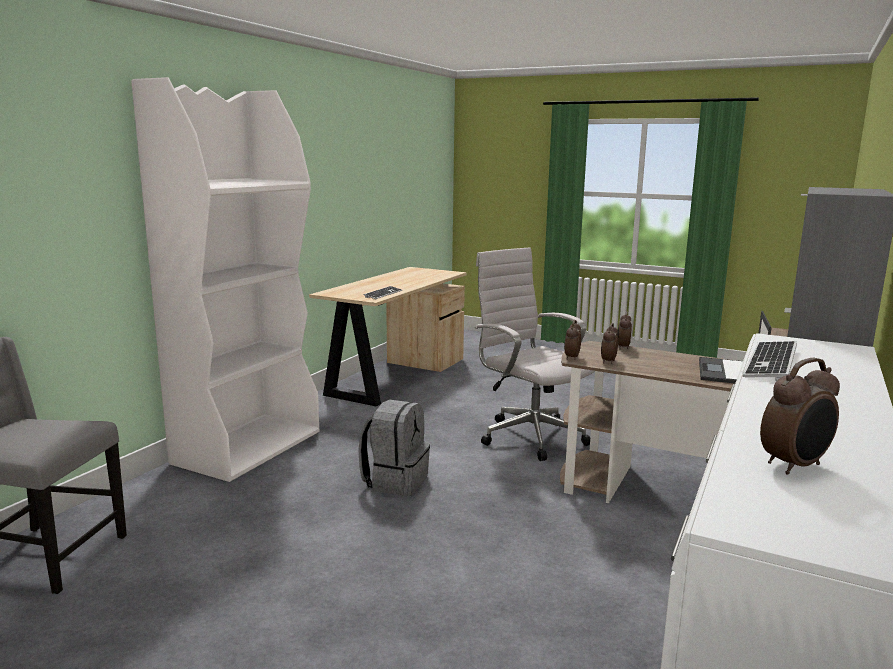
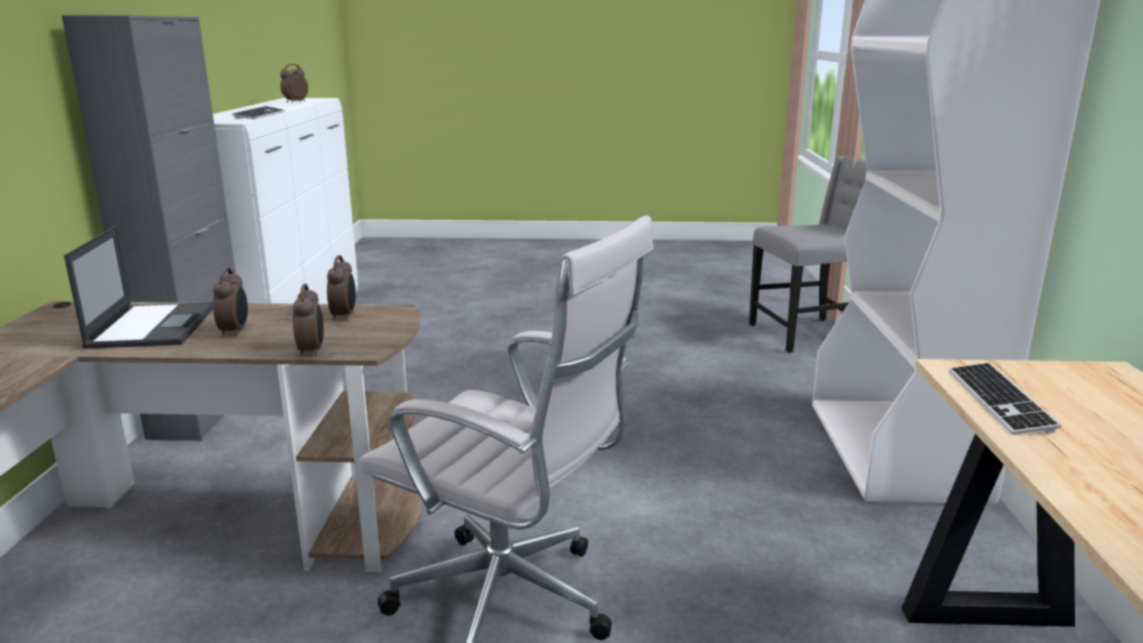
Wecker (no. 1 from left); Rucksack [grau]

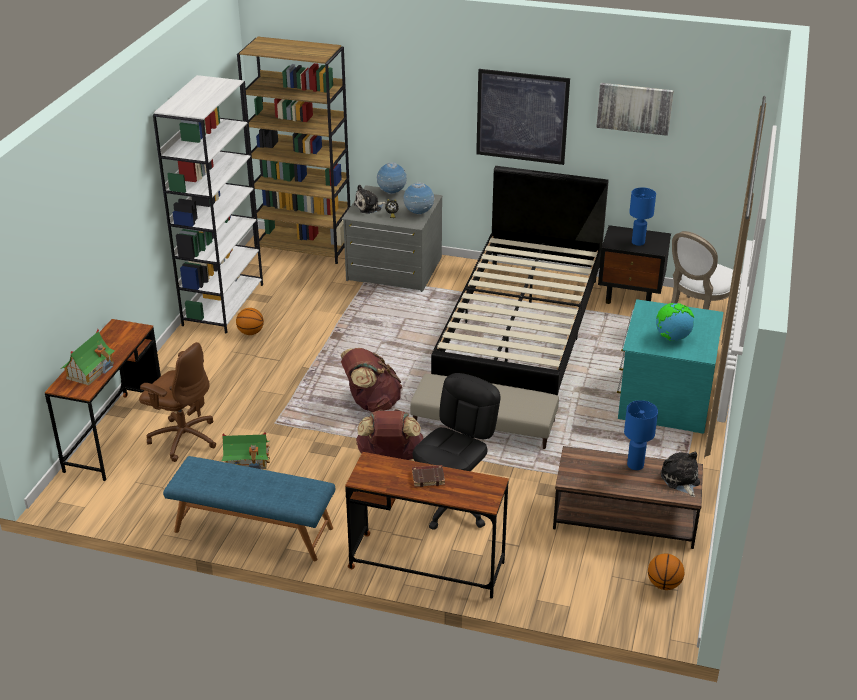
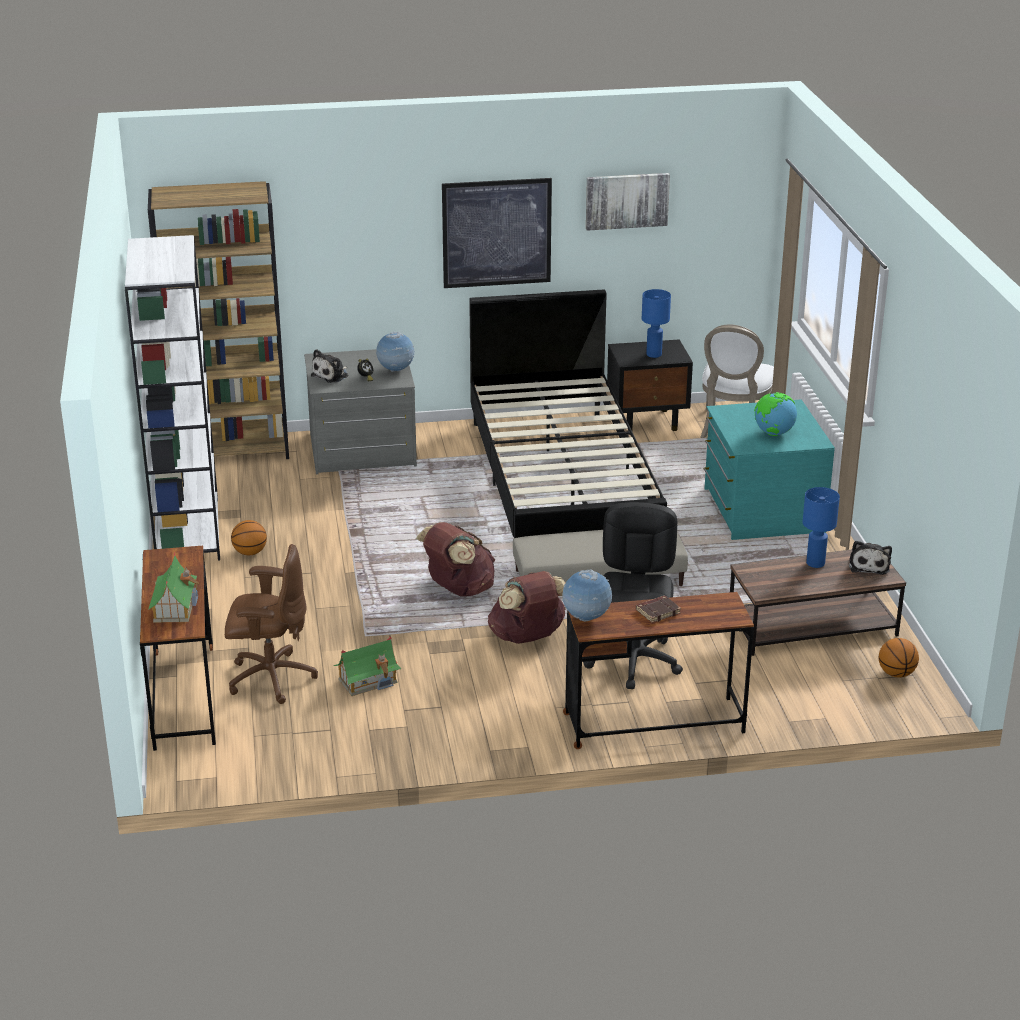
Globus (no. 2 from left); Plüschtier (no. 2 from left); Bank [blau]

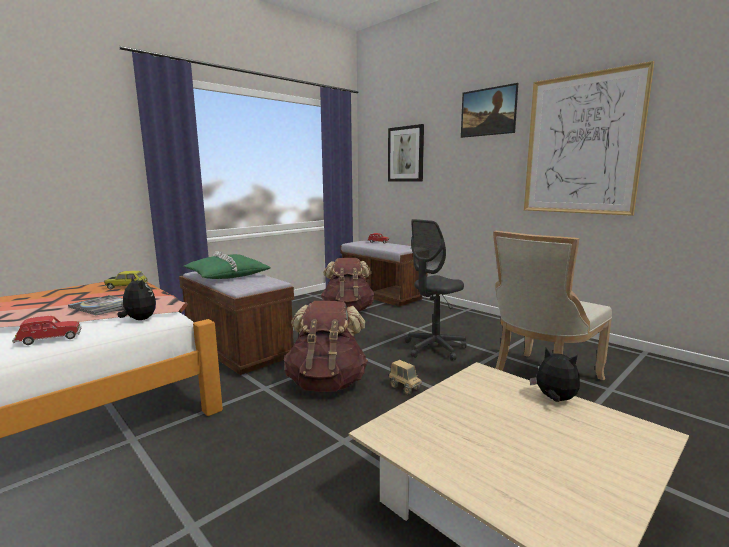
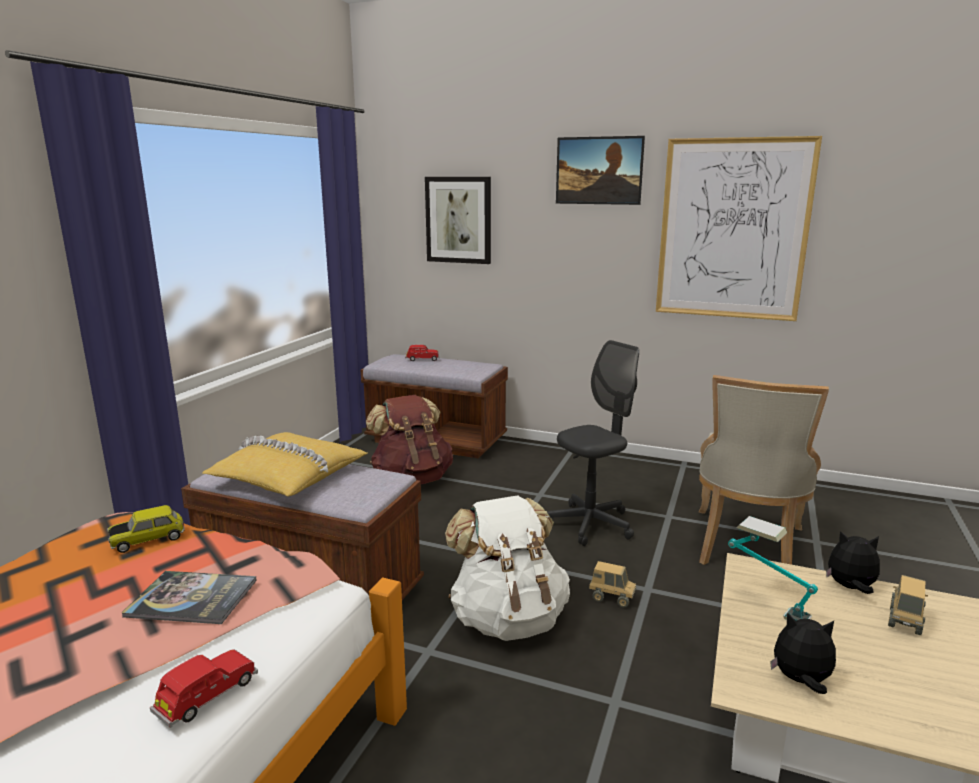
Kissen [gelb]; Rucksack [weiß]; Bürostuhl [grau]; Tischlampe; Plüschtier (no. 1 from left); Spielzeuglaster (no. 2 from left)

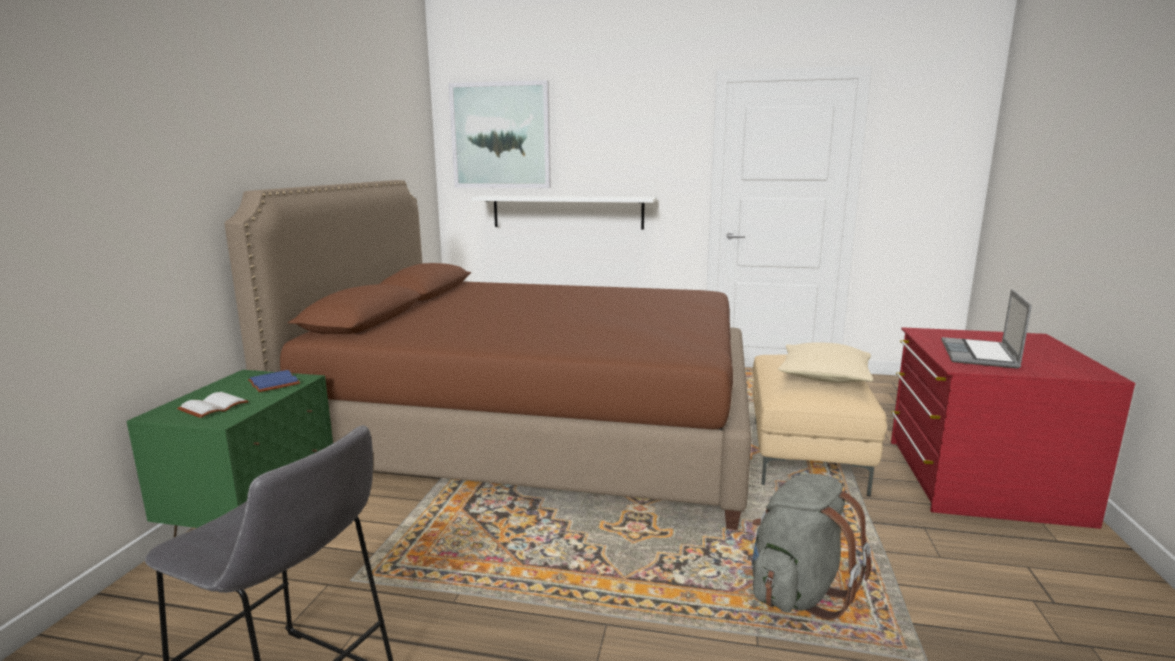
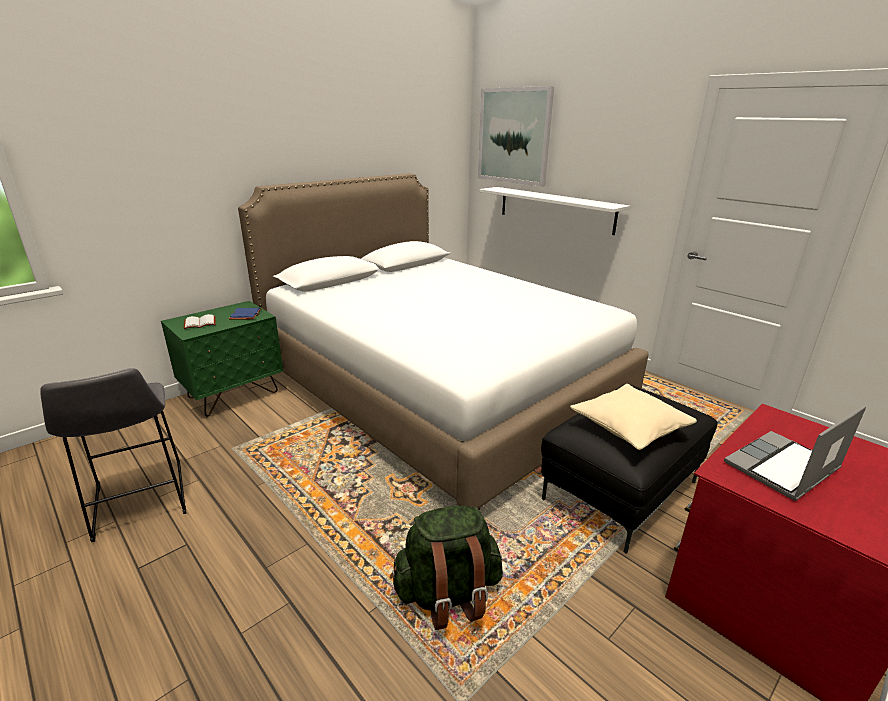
Bett [weiß]; Rucksack [grün]; Polsterhocker [schwarz]

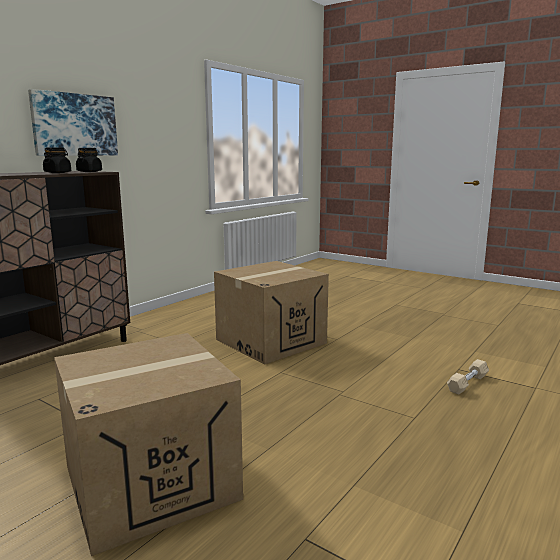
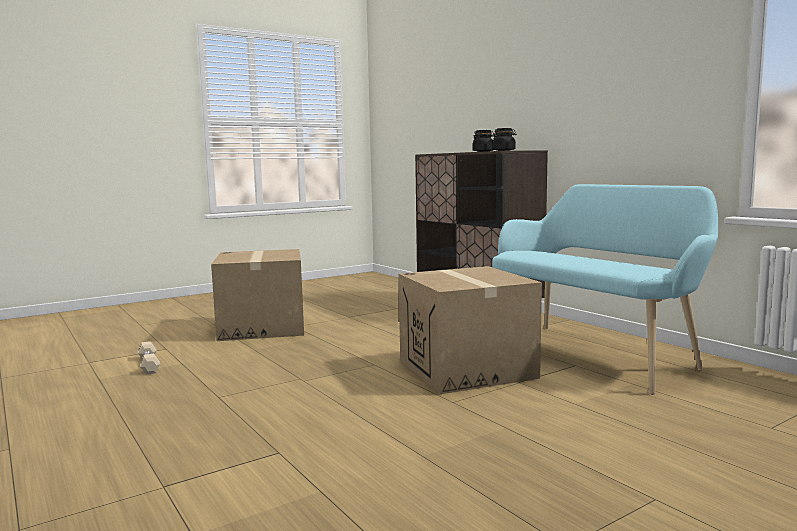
Hantel [beige]; Bank [türkis]; Bild

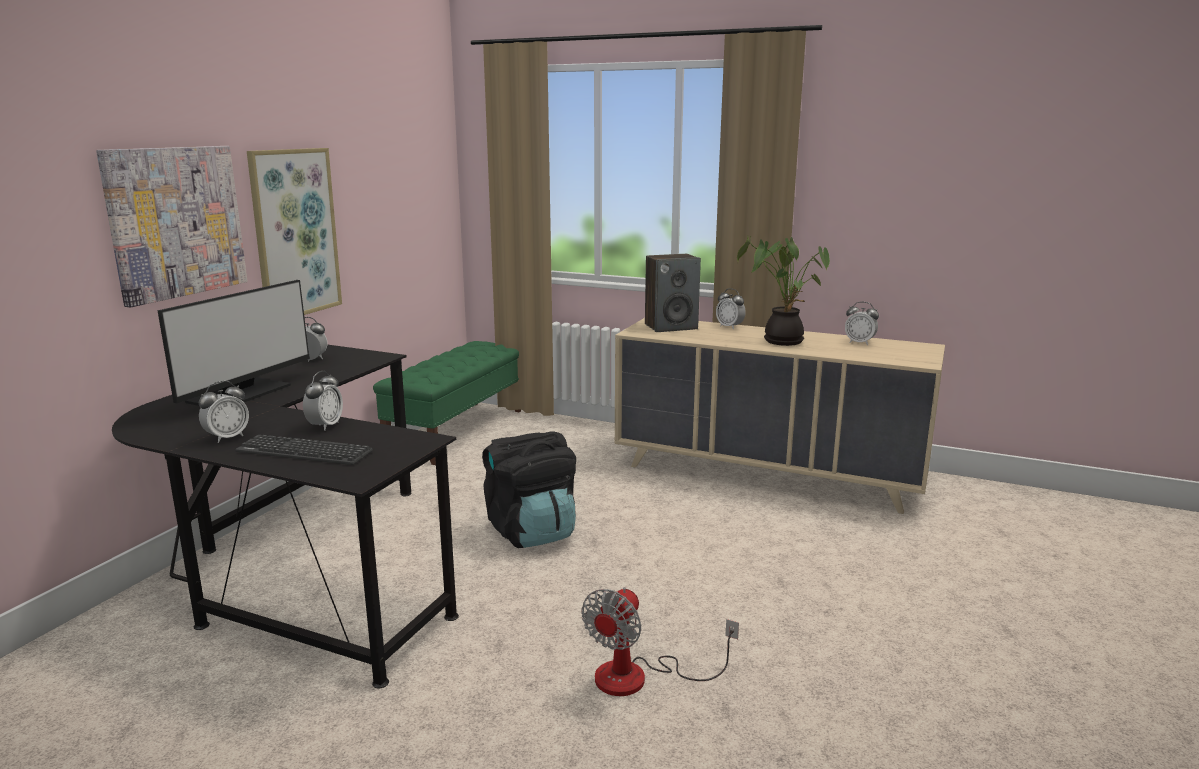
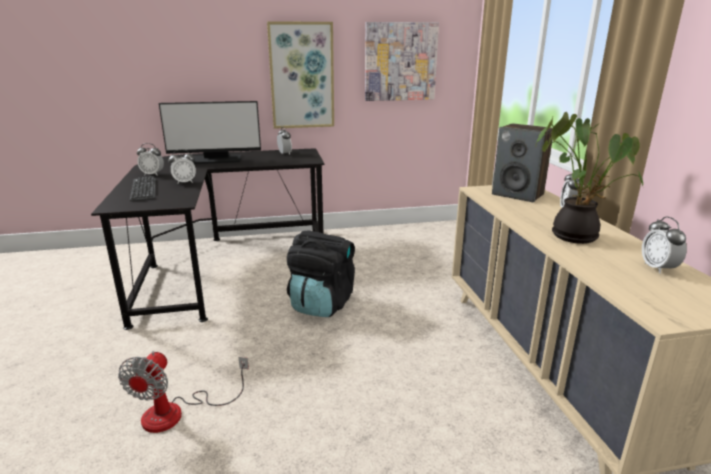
Ventilator; Bild (no. 2 from left); Bank [grün]

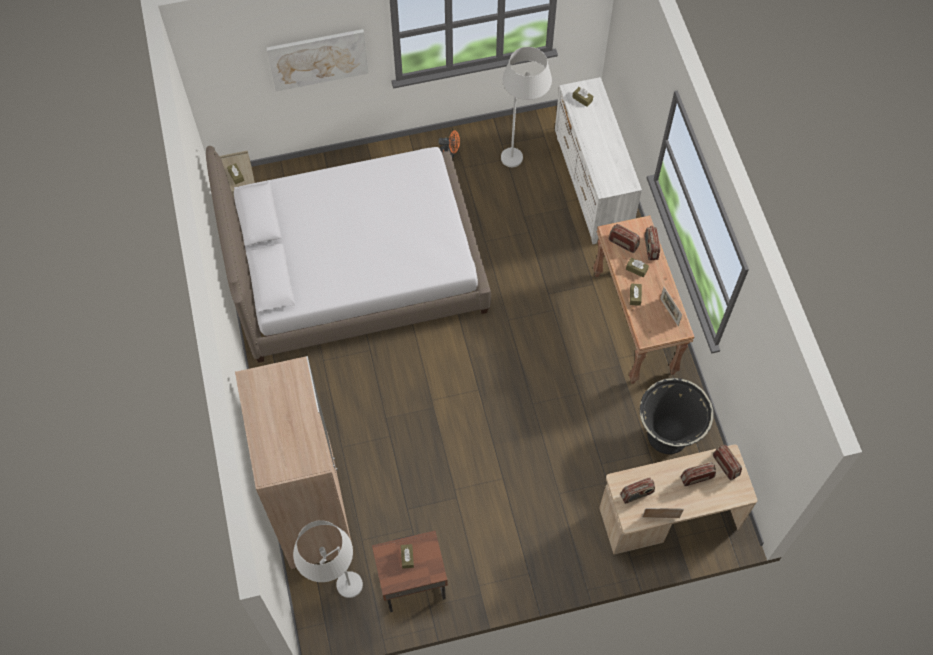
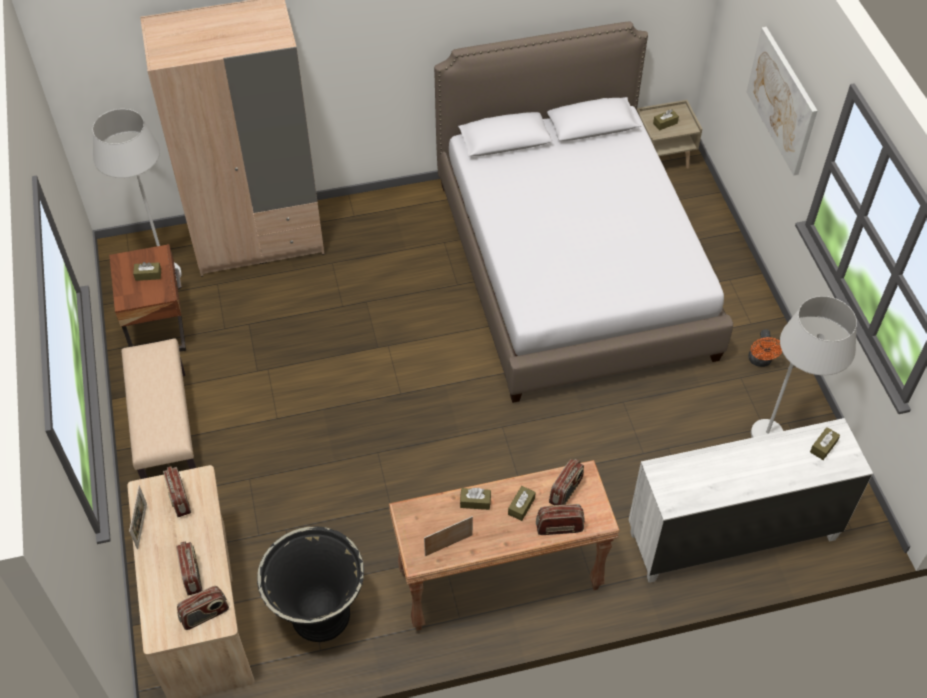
Bank [beige]

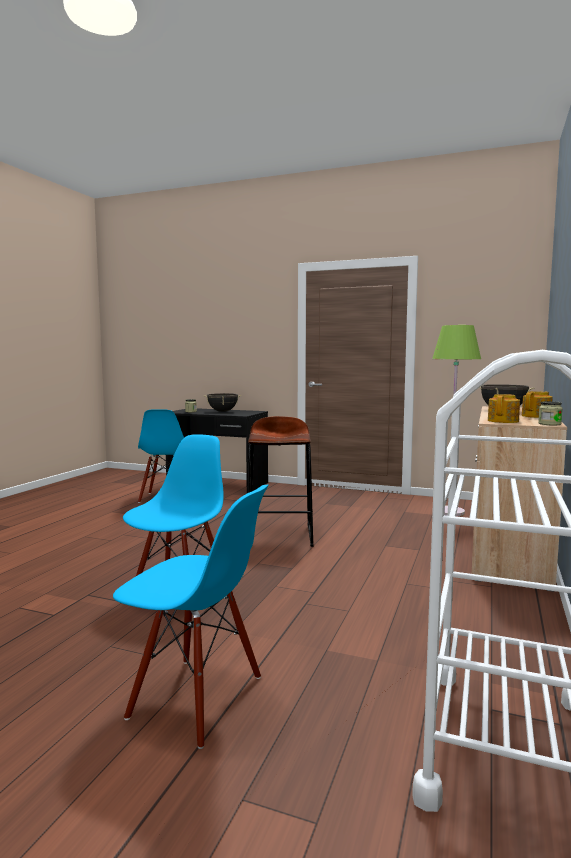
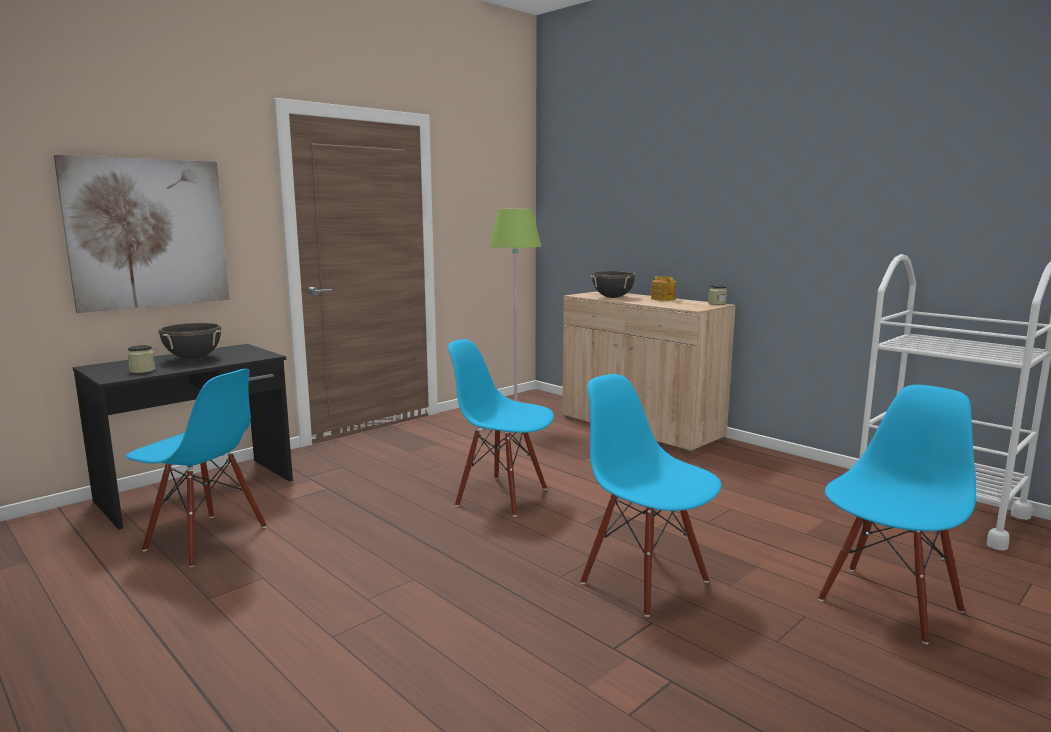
Bild; Stuhl [blau] (no. 2 from left); Teekanne (no. 1 from left in the first image)

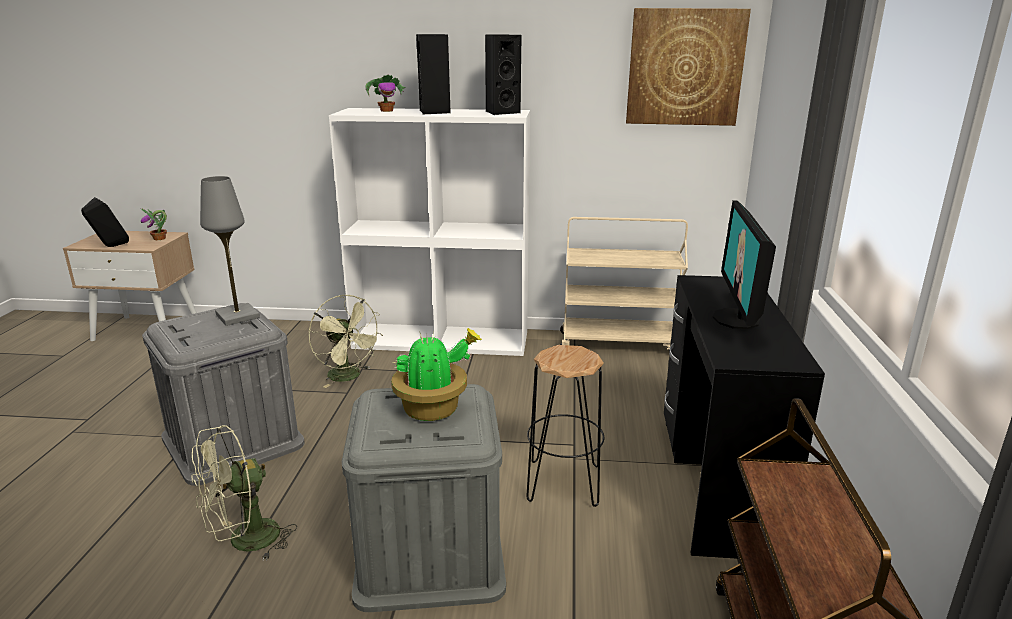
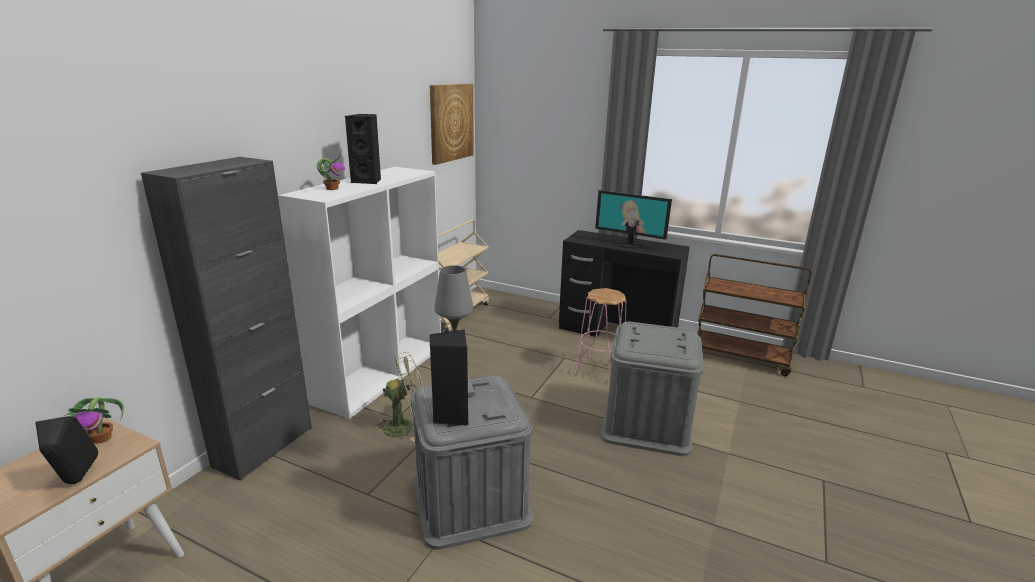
Schrank [schwarz]; Lautsprecher [schwarz] (no. 3 from left); Hocker [rosa]; Ventilator [grün] (no. 1 from left in the first image); Topfpflanze (no. 3 from left in the first image)

